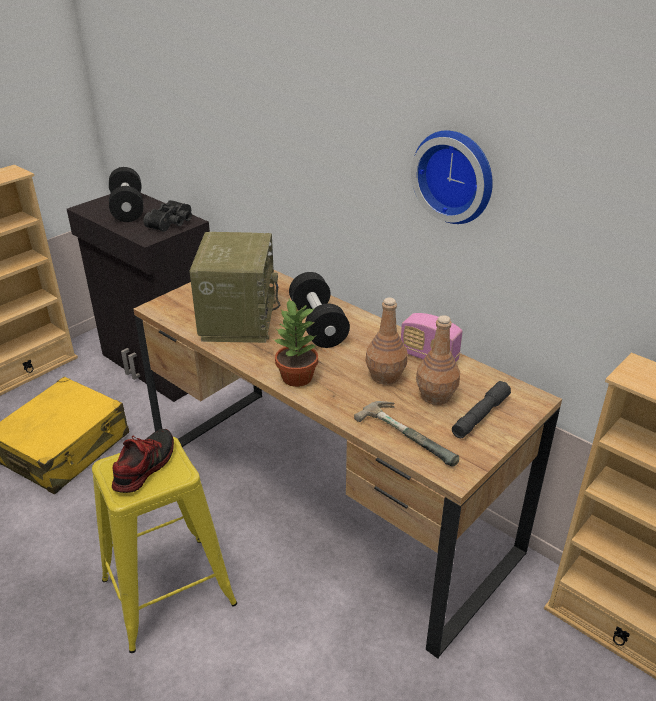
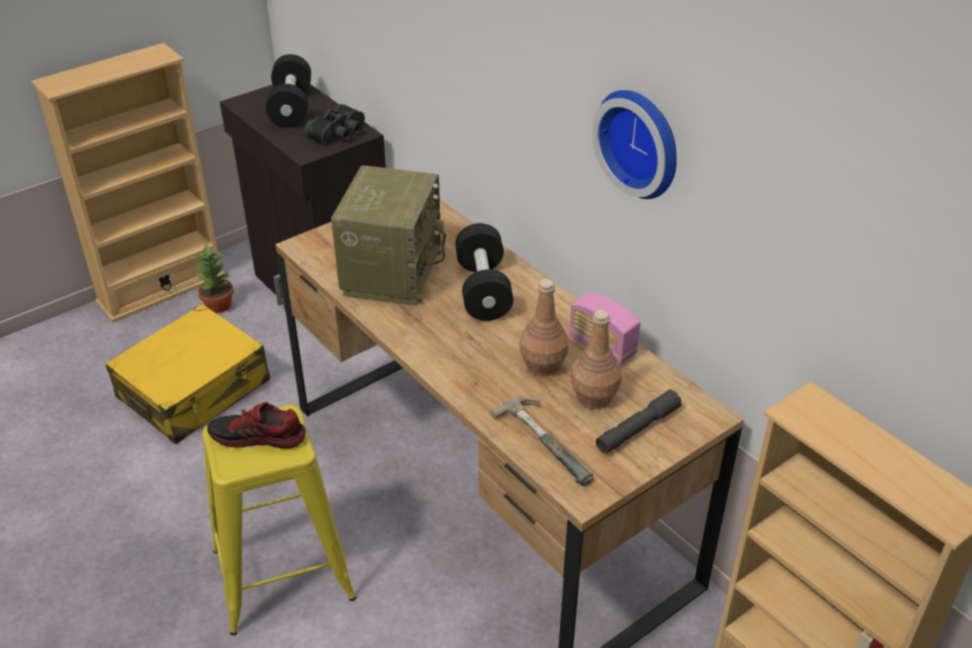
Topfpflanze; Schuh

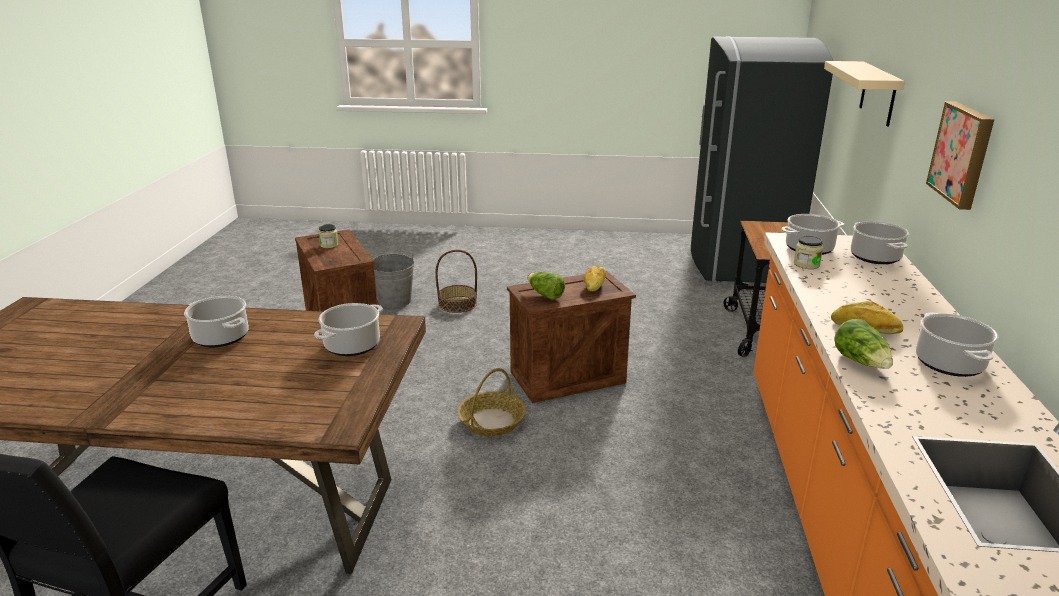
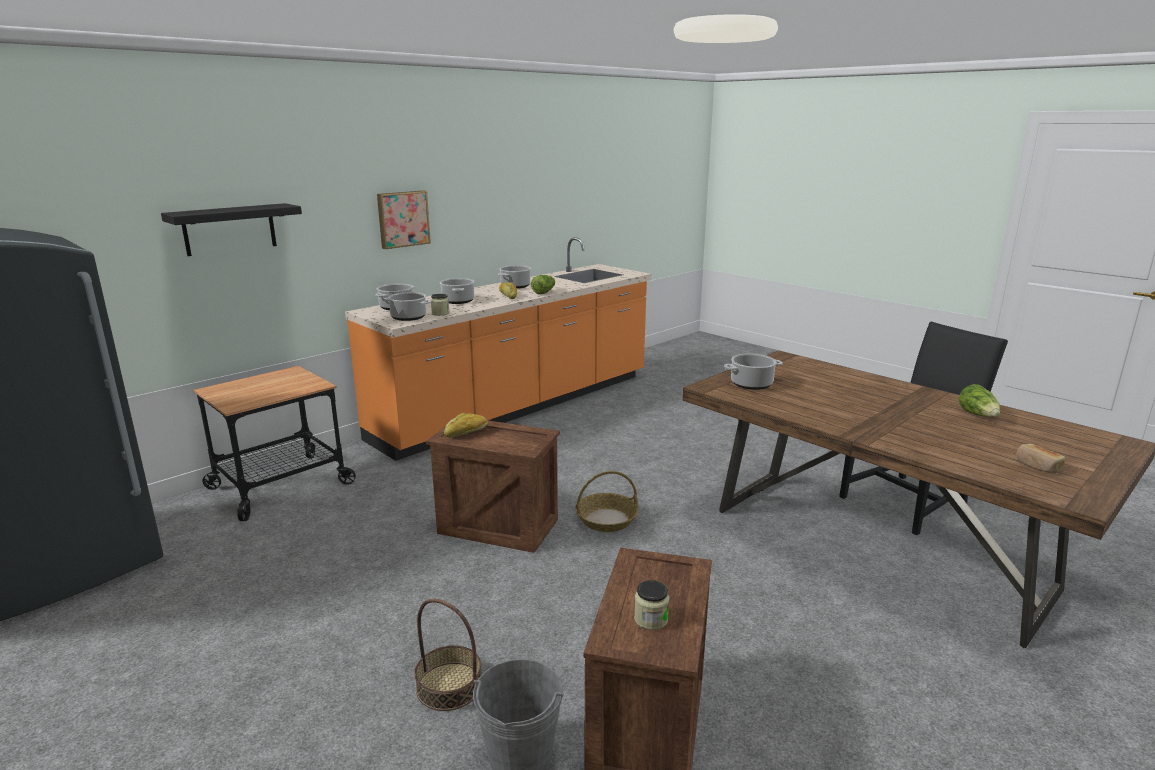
Wandregal [schwarz]; Kochtopf (no. 3 from left); Salatkopf (no. 2 from left); Brot (no. 3 from left)

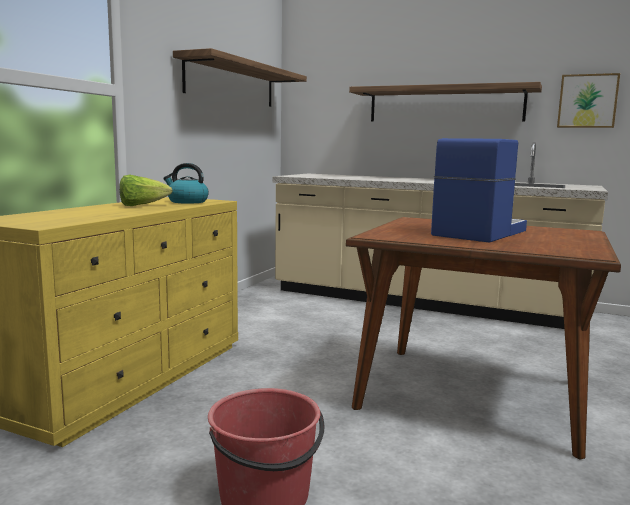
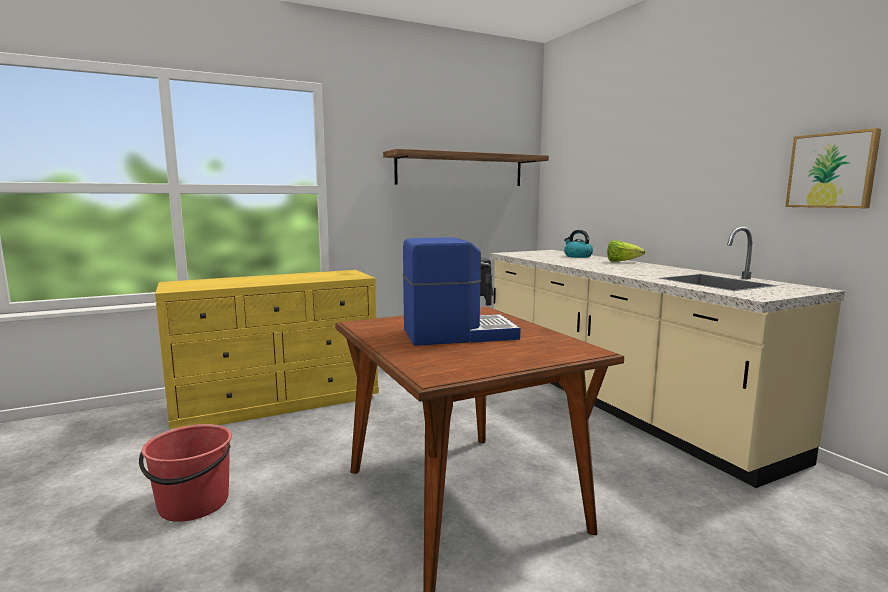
Wasserkessel; Salatkopf; Wandregal (no. 2 from left in the first image)

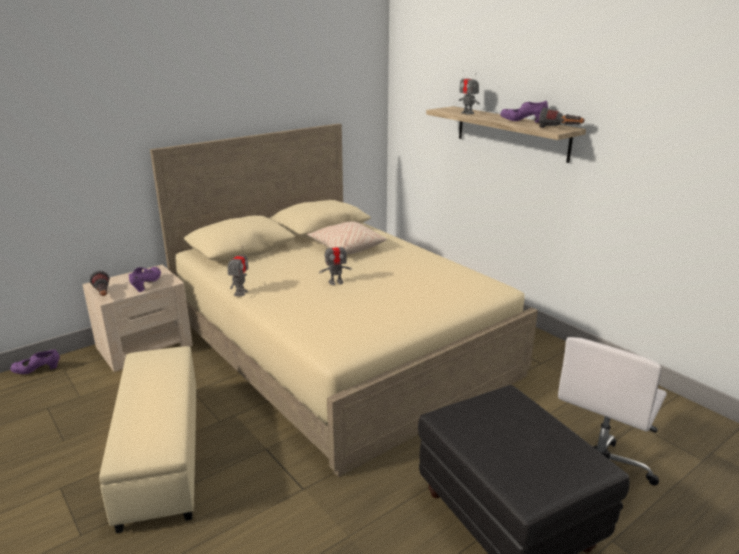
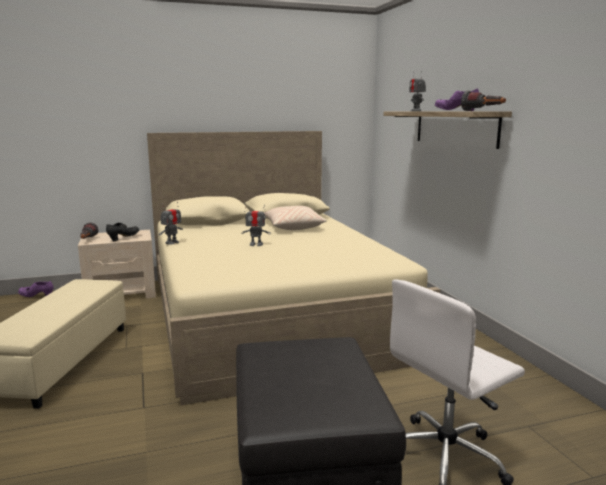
Schuh [schwarz]

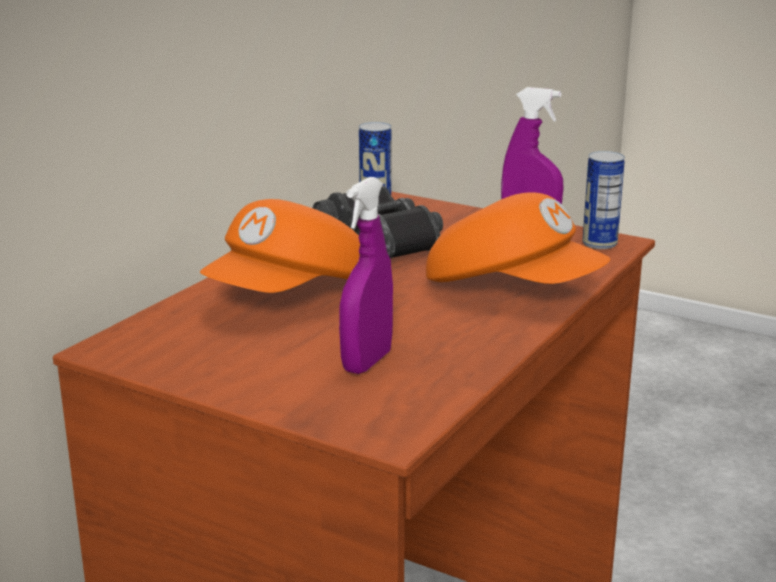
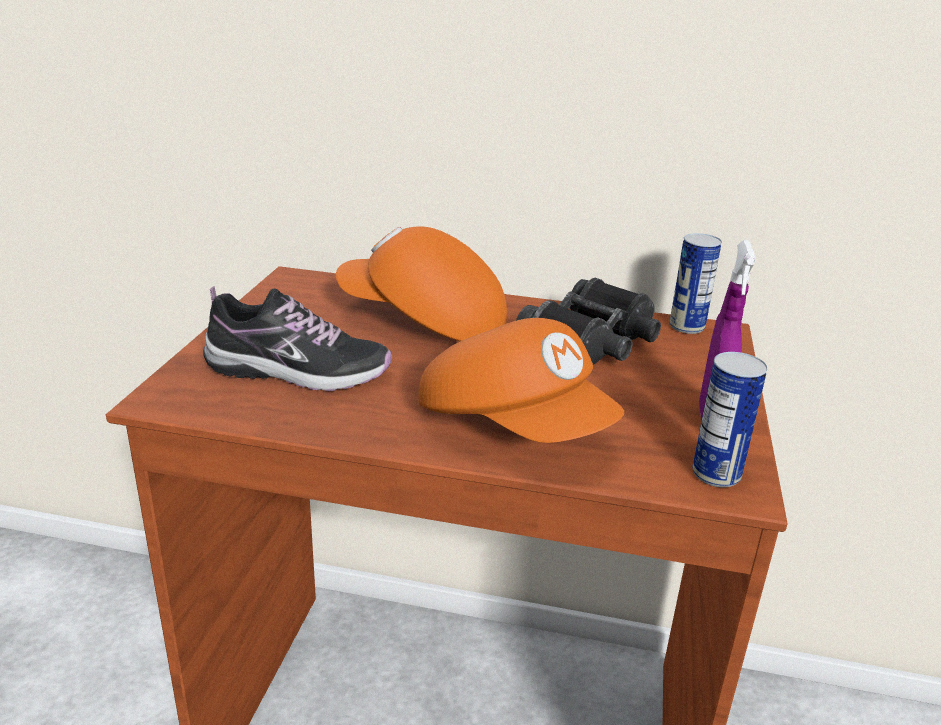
Schuh; Kappe [orange] (no. 2 from left)

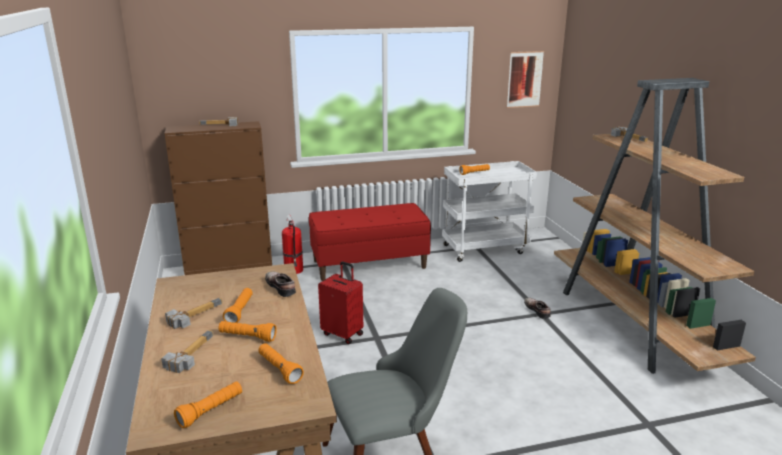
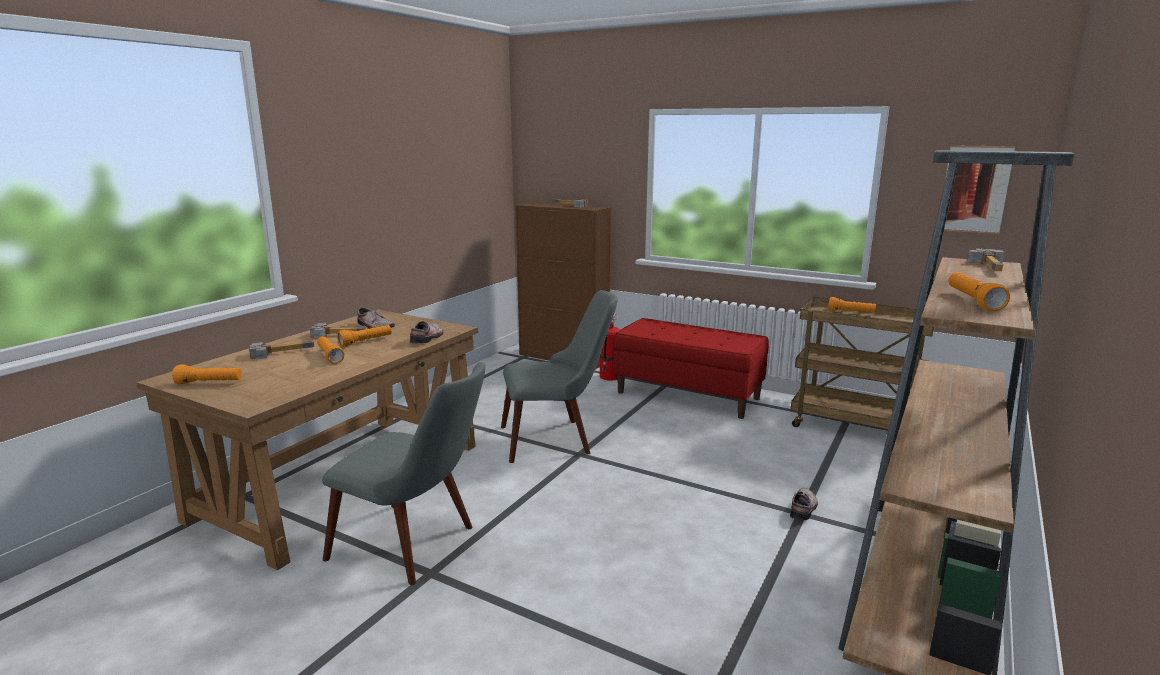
Schuh (no. 1 from left); Stuhl [grau] (no. 2 from left); Rollwagen [braun]; Taschenlampe [orange] (no. 5 from left)

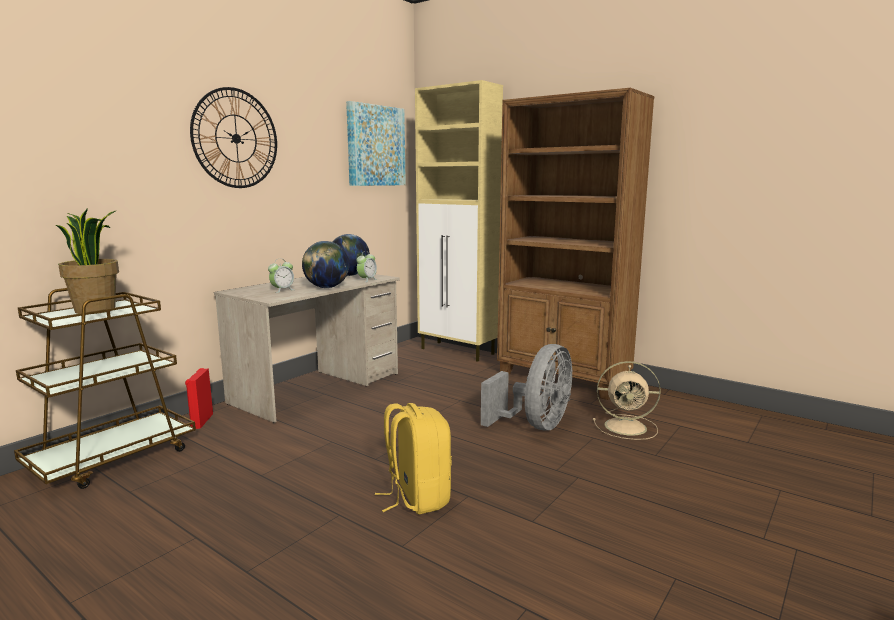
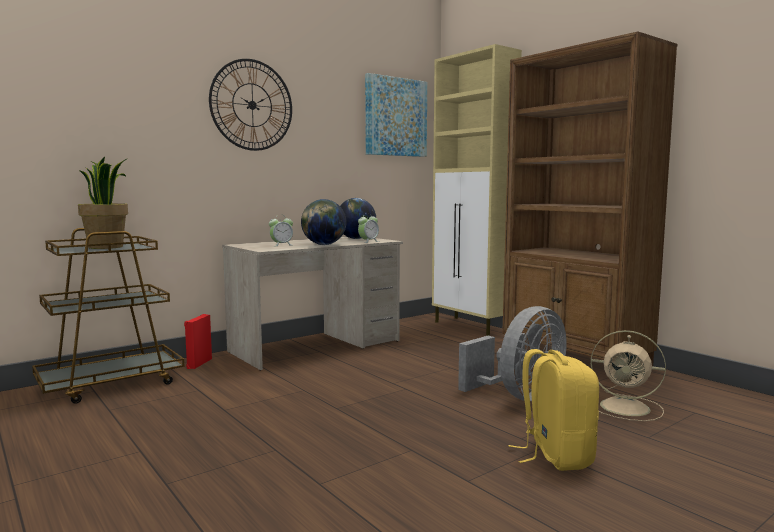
Rucksack [gelb]

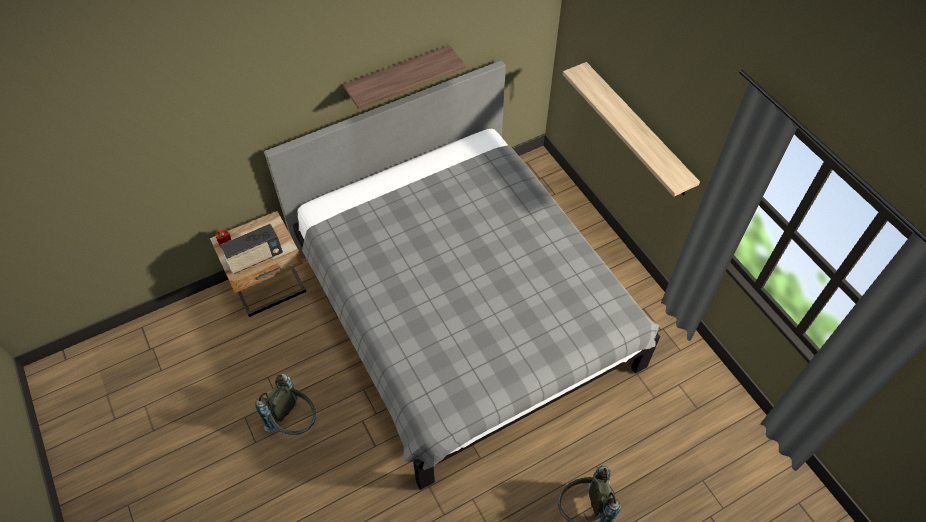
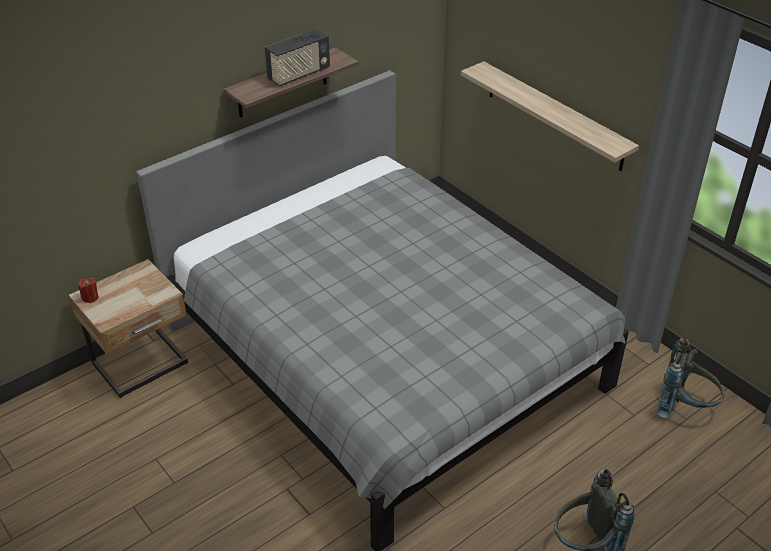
Radio; Rucksack [grau] (no. 2 from left)

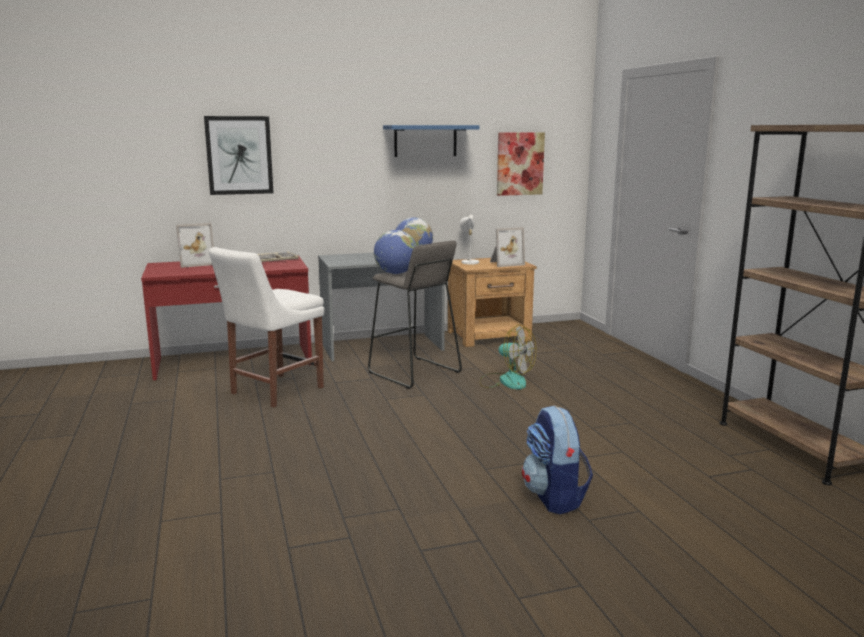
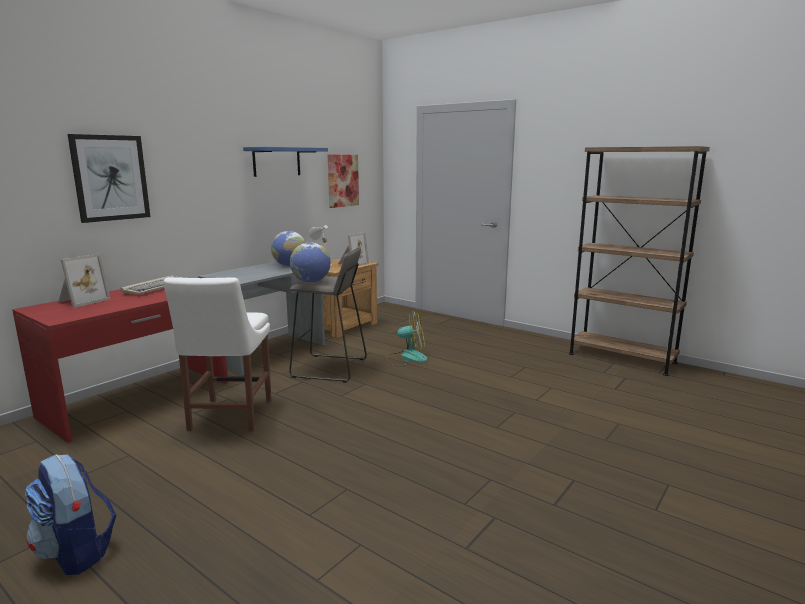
Rucksack

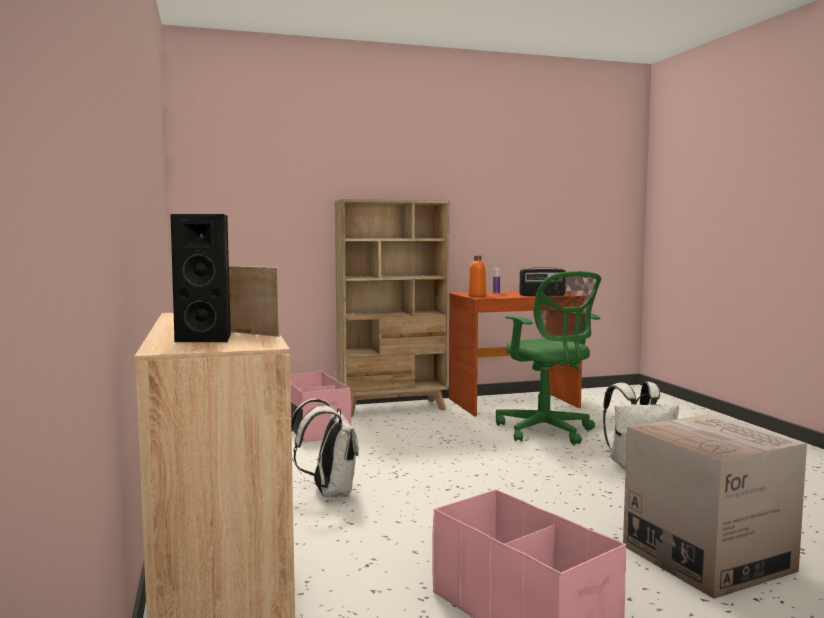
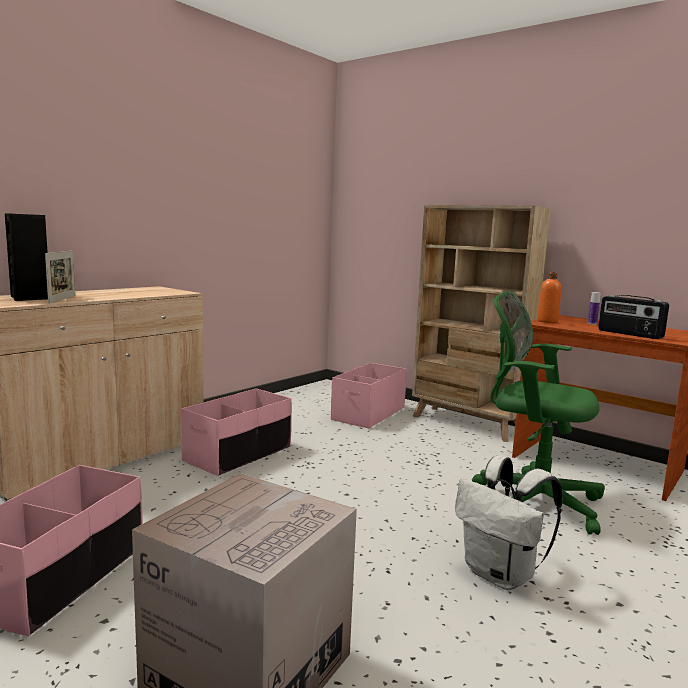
Aufbewahrungsbox [rosa] (no. 2 from left); Bürostuhl [grün]

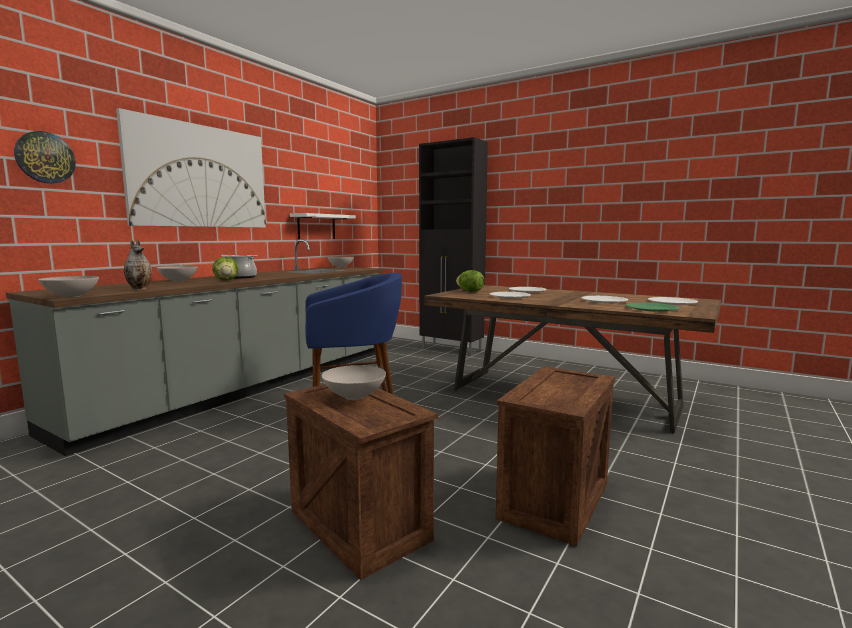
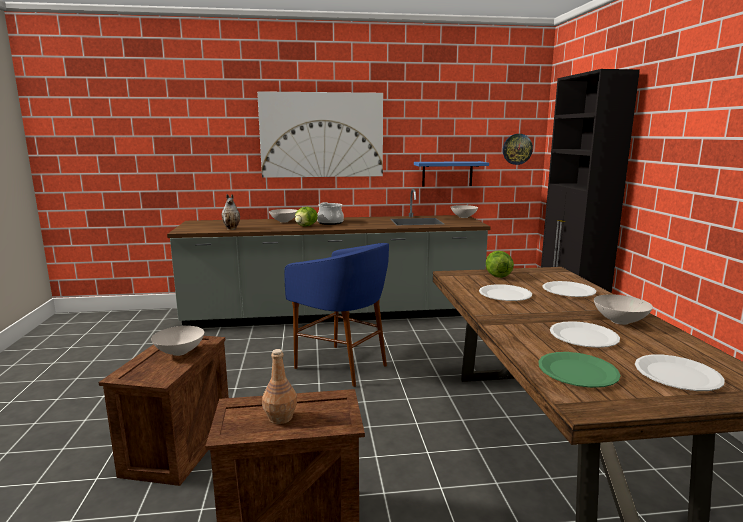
Flasche [braun]; Wandregal [blau]; Wanduhr; Schüssel [weiß] (no. 4 from left)

